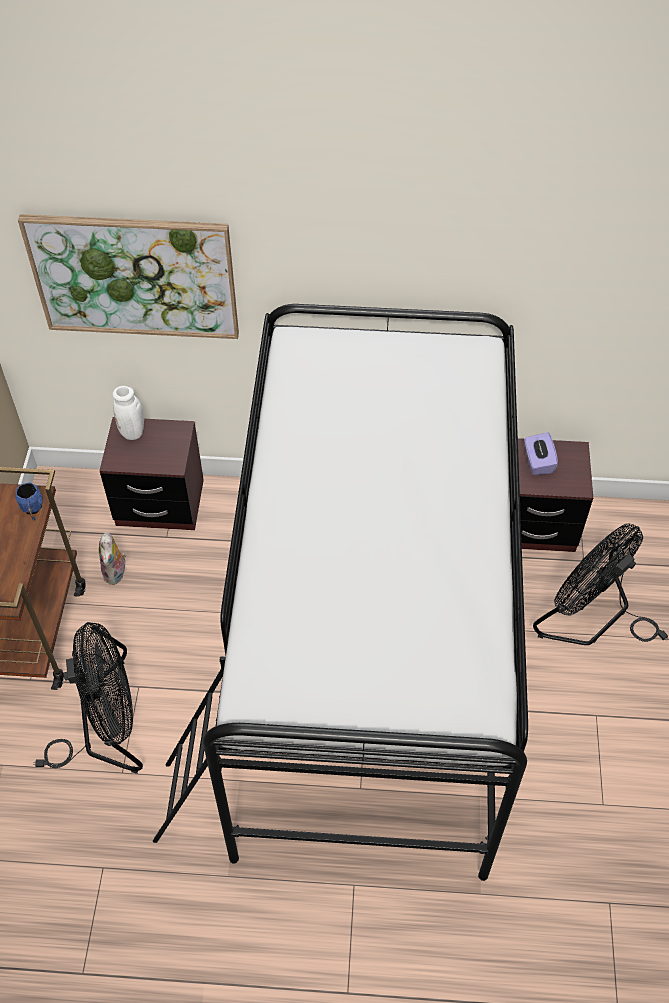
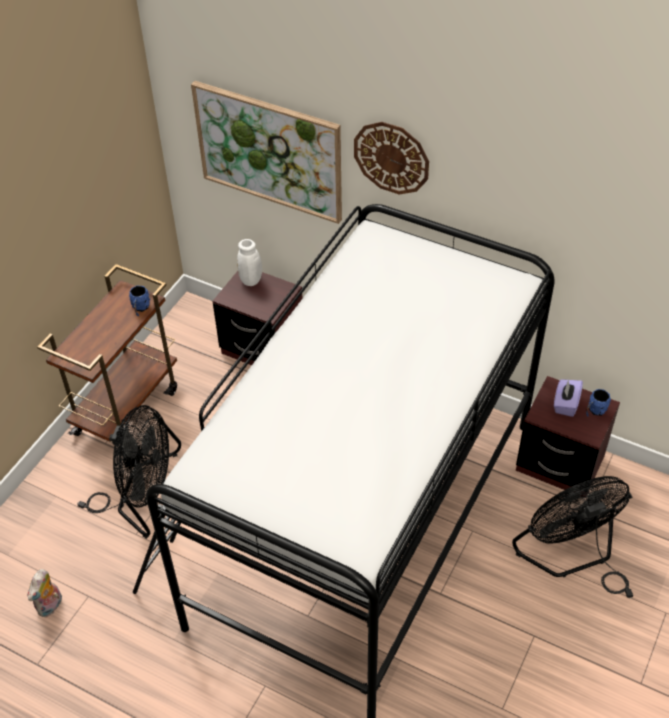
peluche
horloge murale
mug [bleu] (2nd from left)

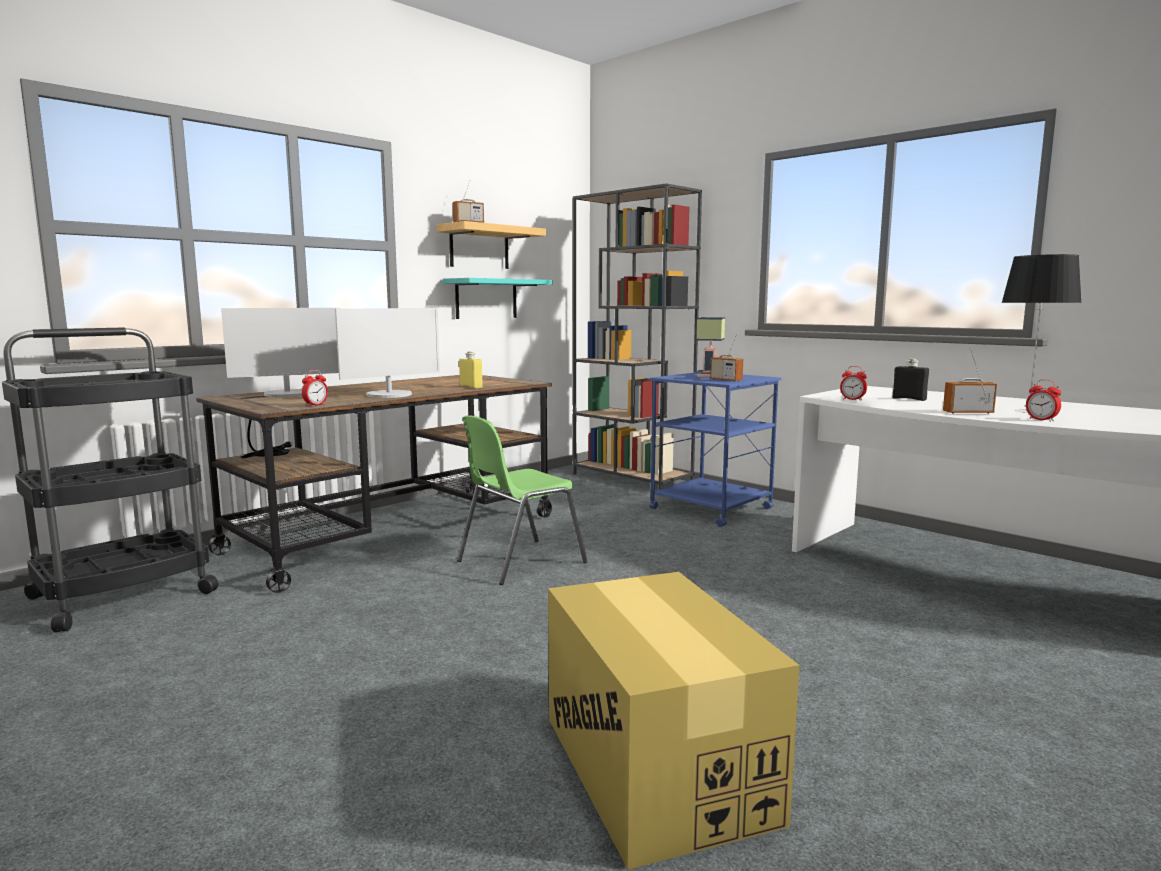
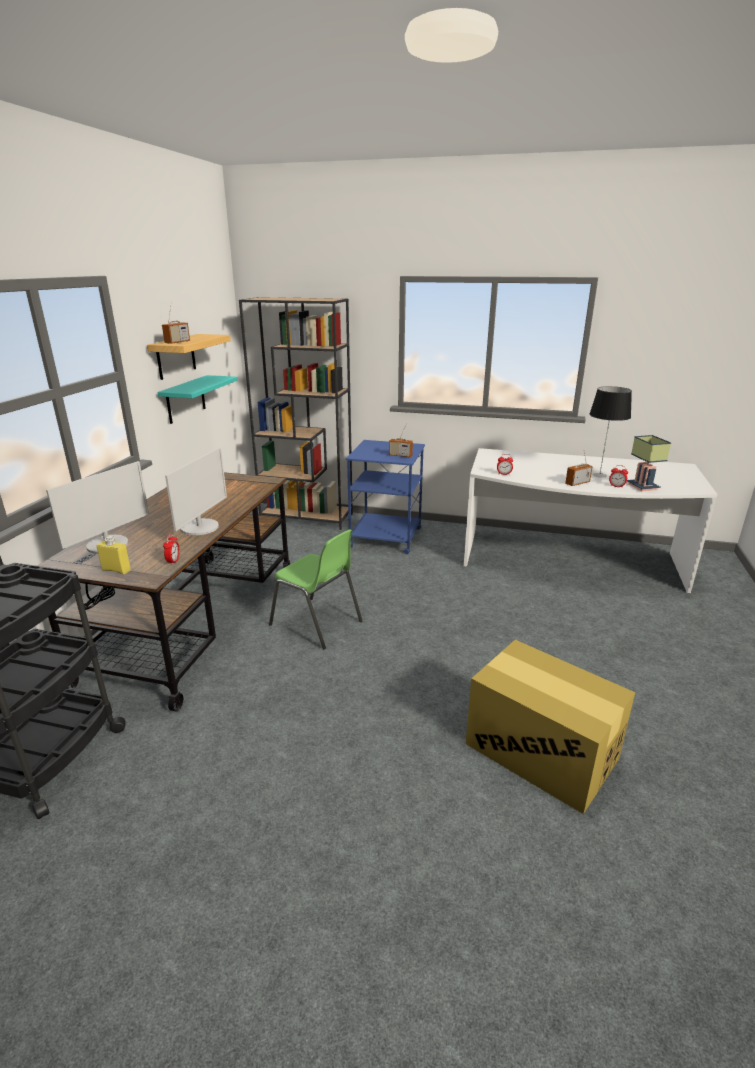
bouteille [jaune]
chaise [vert]
lampe de table (2nd from left)
bouteille [noir]

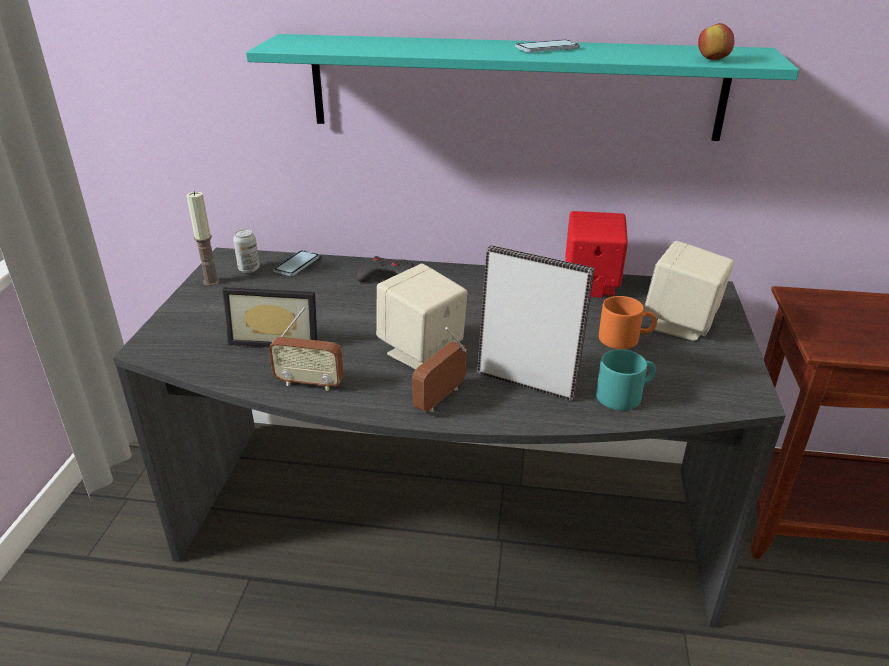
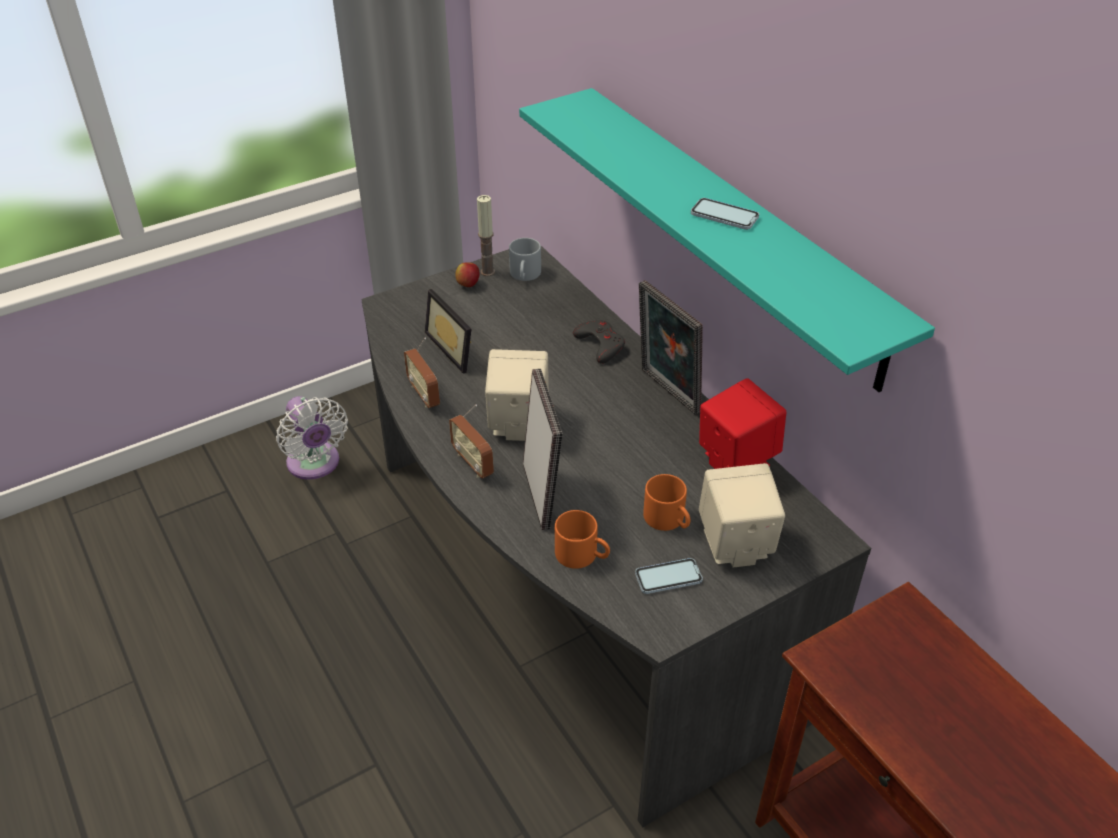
ventilateur [blanc]
radio (2nd from left)
pomme
mug [gris]
mug [orange] (1st from left)
téléphone (1st from left)
cadre photo (3rd from left)

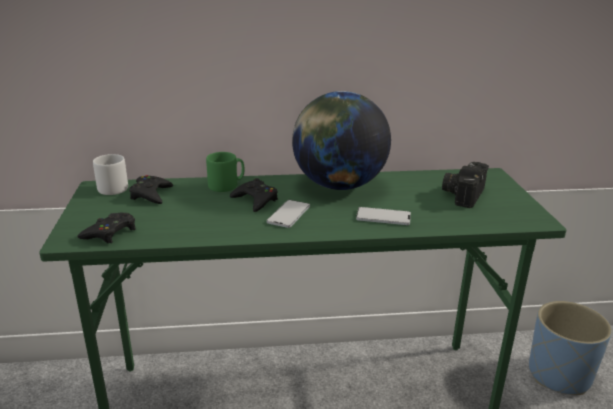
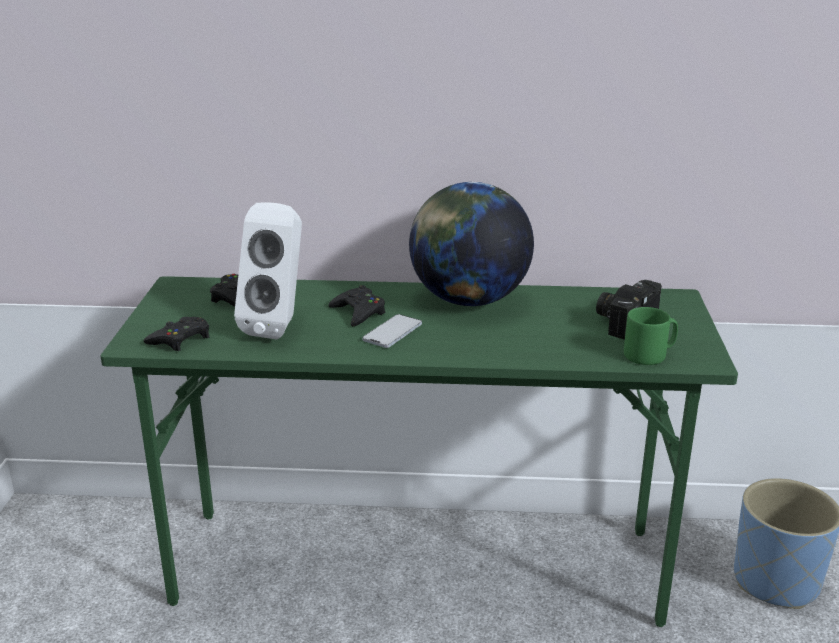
enceinte [blanc]
mug [vert]
mug [gris]
téléphone (2nd from left in the first image)

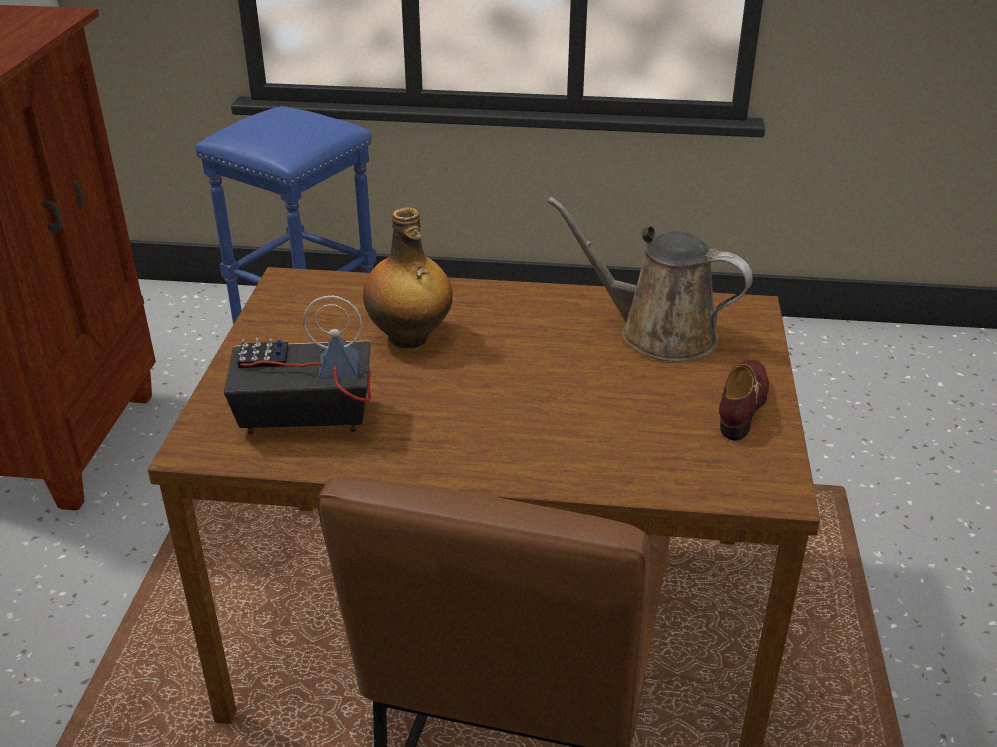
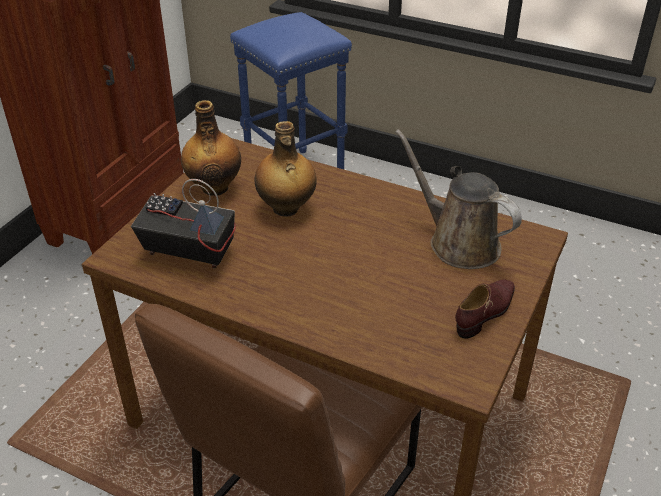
bouteille (1st from left)

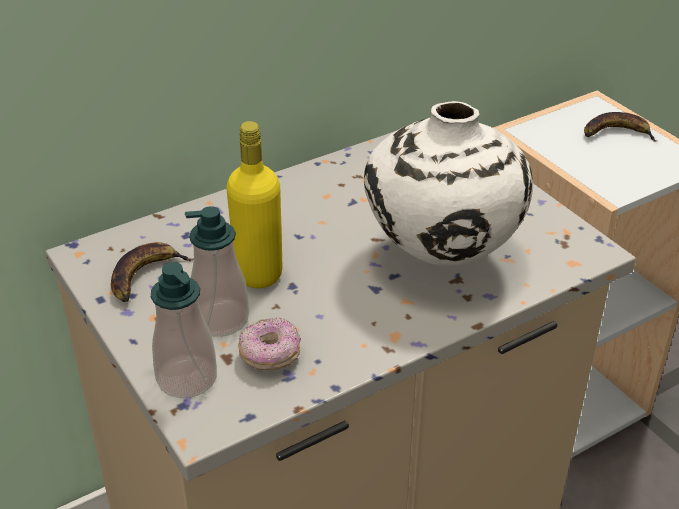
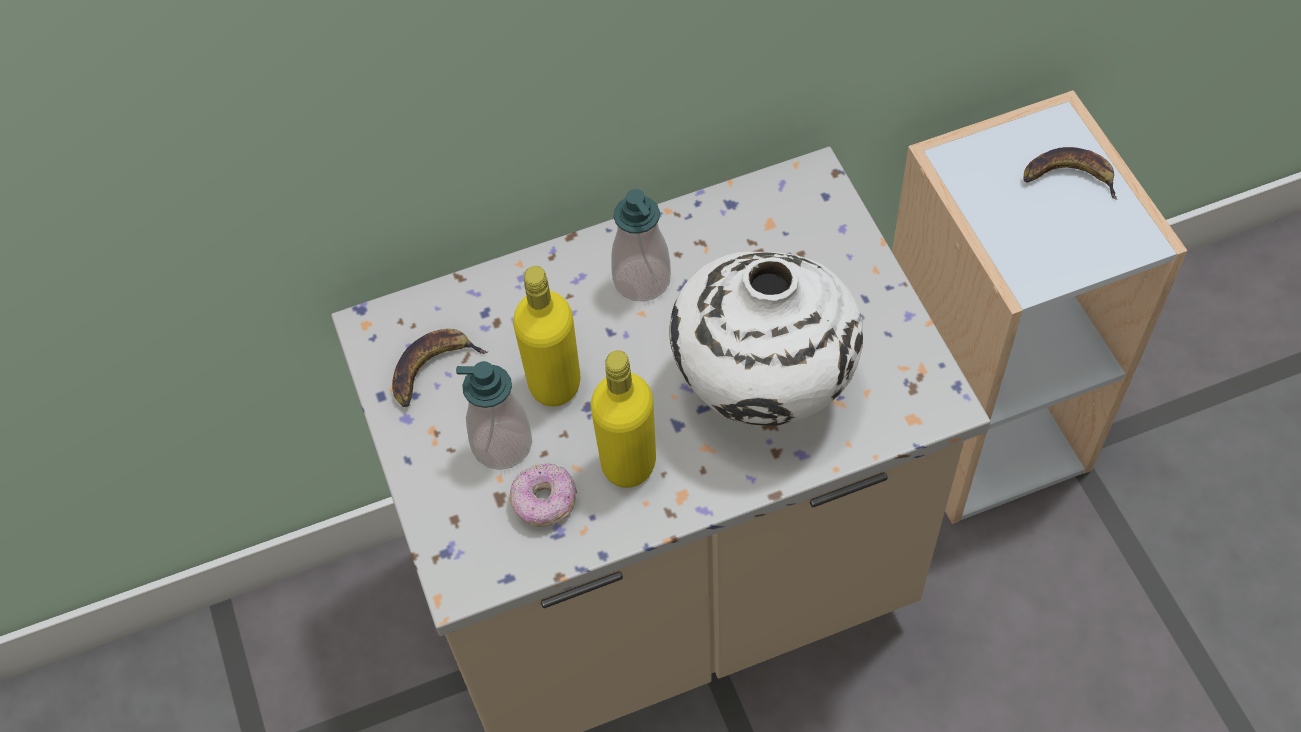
bouteille [jaune] (2nd from left)
distributeur de savon (2nd from left)

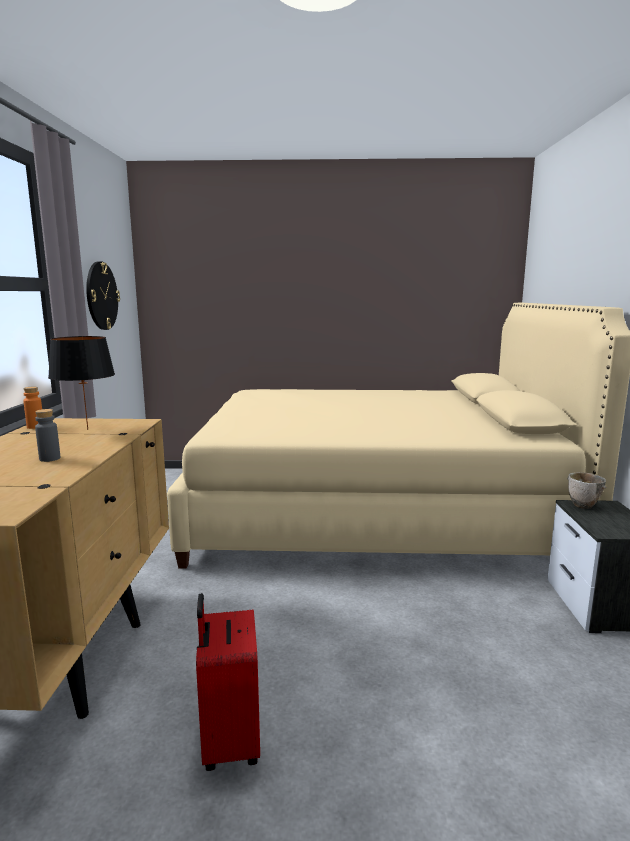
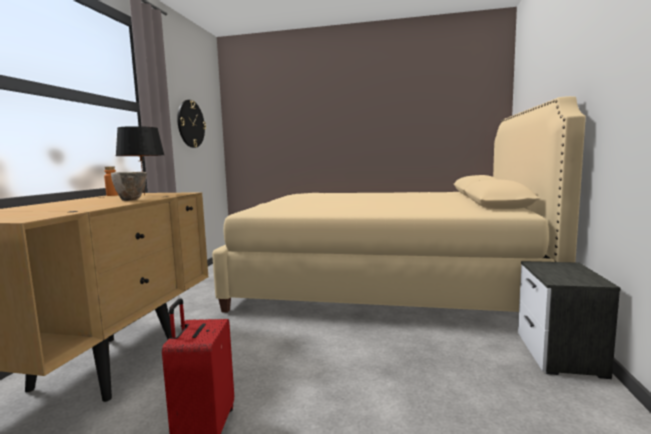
bol
bouteille [gris]

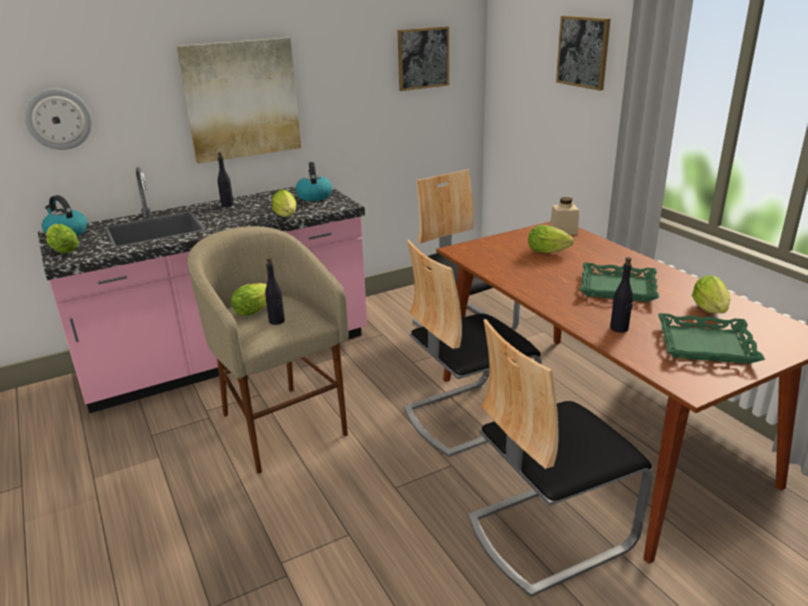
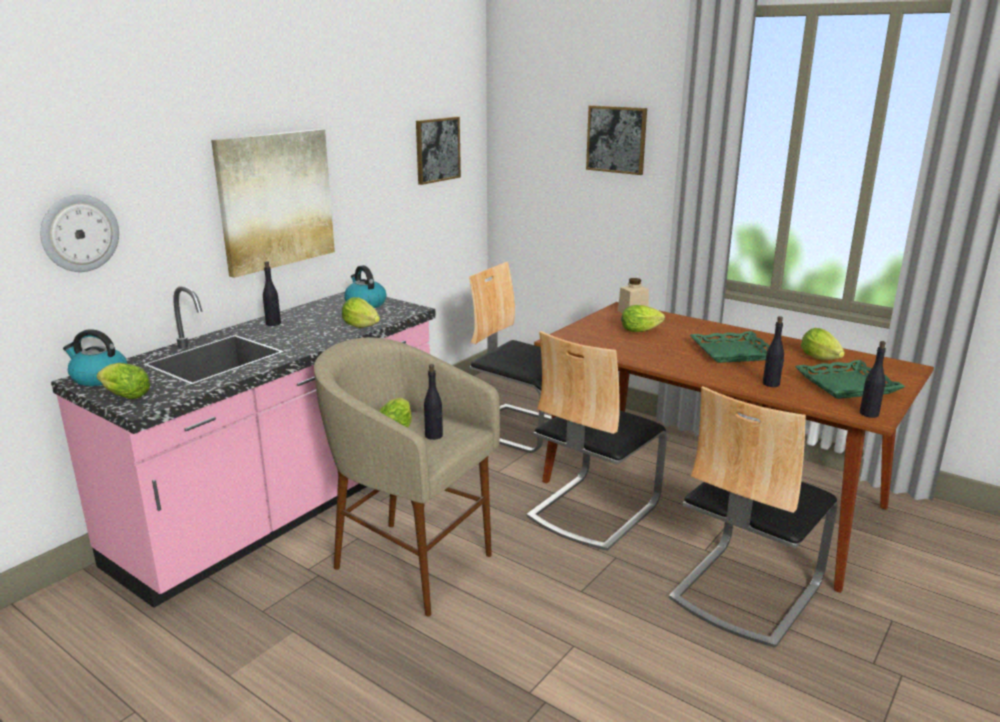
bouteille [noir] (4th from left)

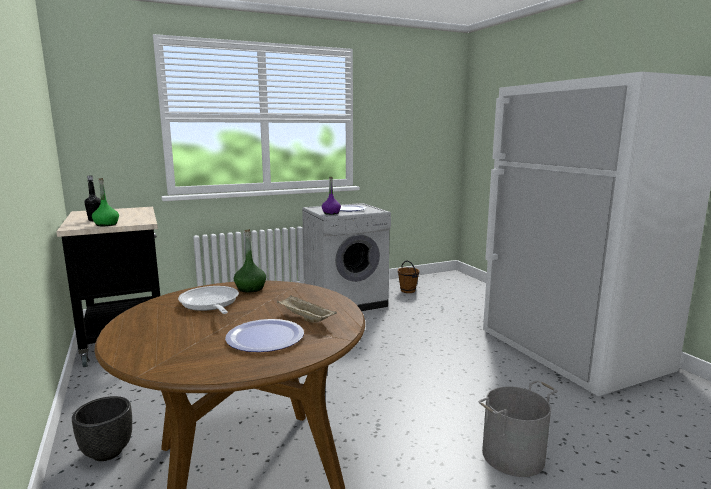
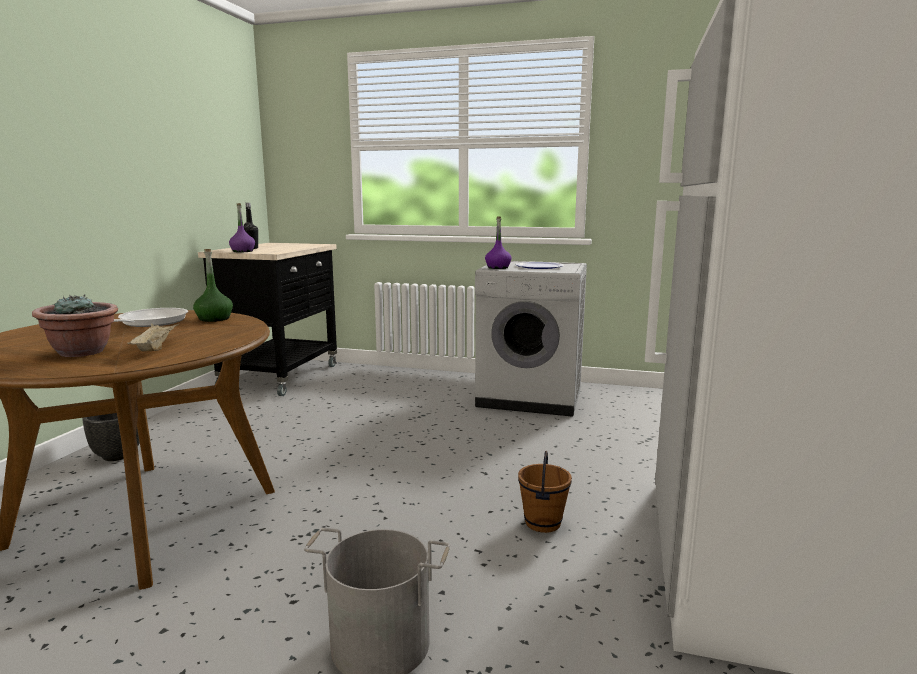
plante en pot
bouteille [violet] (1st from left)
seau [marron]

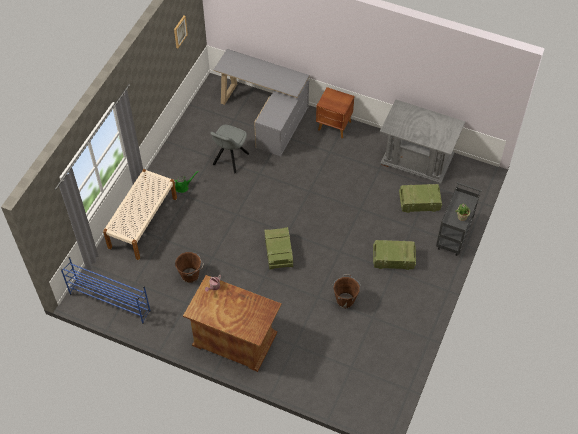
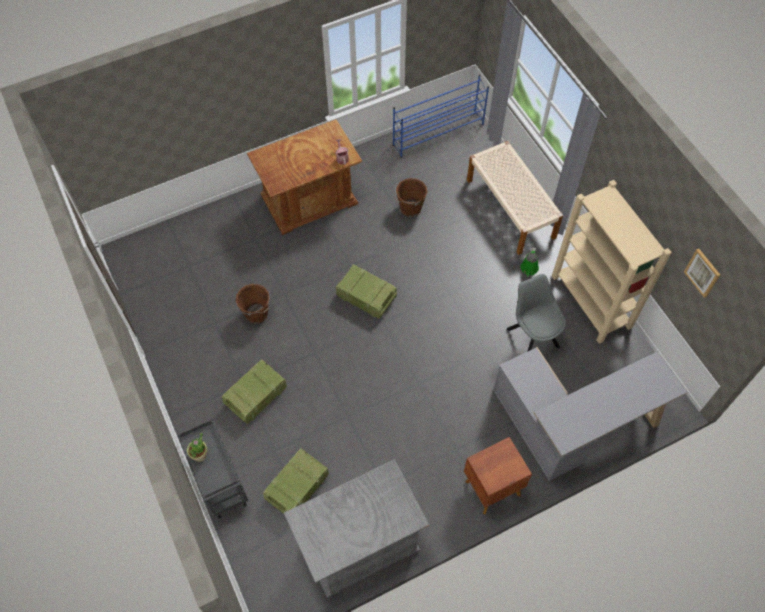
bibliothèque [beige]

